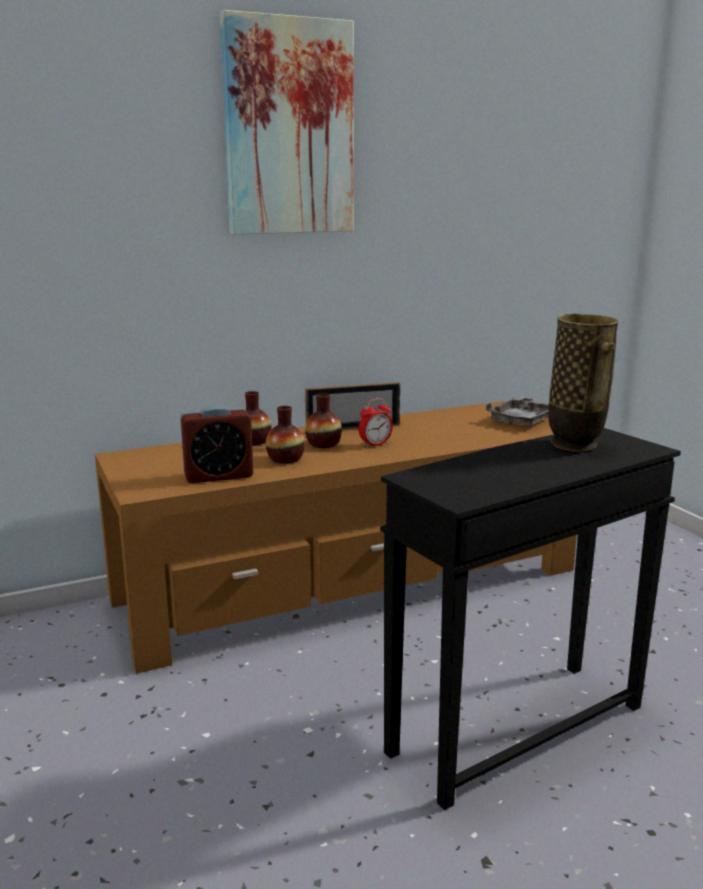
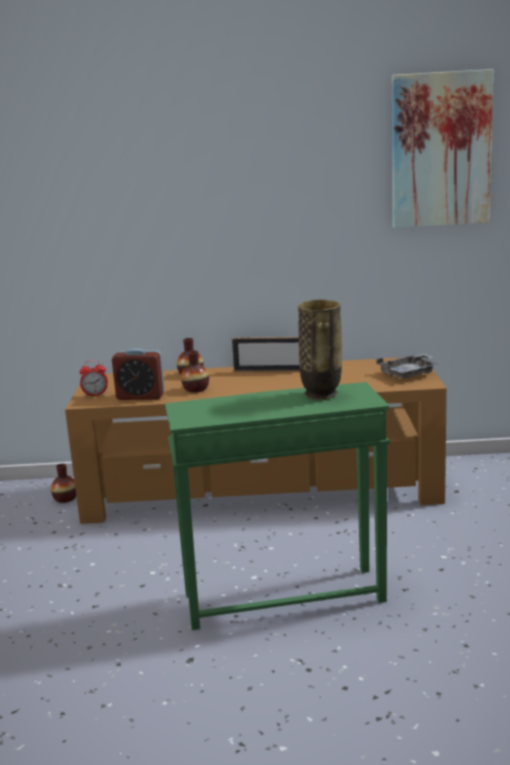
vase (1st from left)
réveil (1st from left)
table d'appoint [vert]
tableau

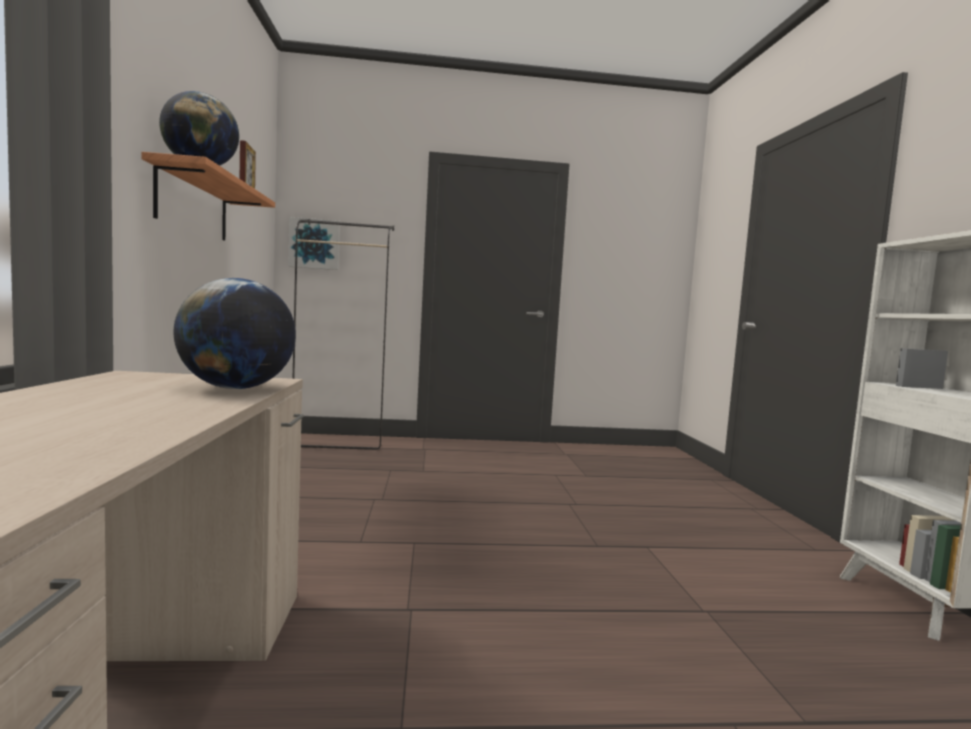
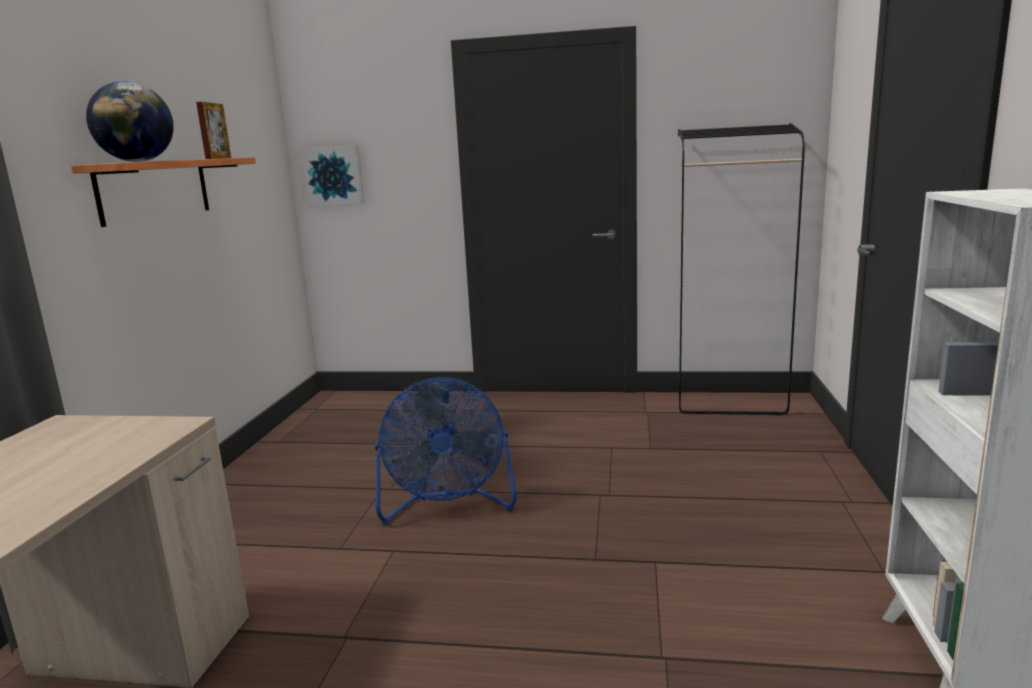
ventilateur [bleu]
portant [noir]
globe (2nd from left in the first image)

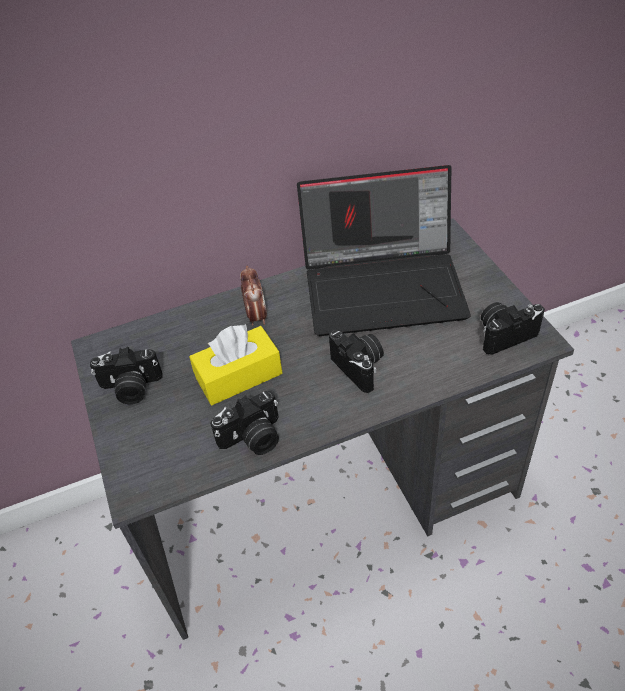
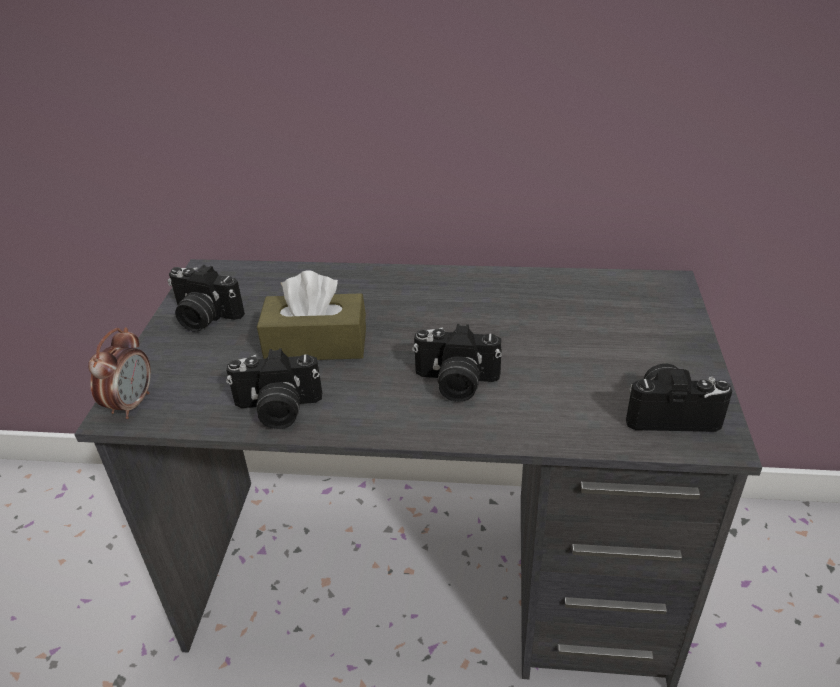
réveil
boîte à mouchoirs [marron]
appareil photo (3rd from left)
ordinateur portable

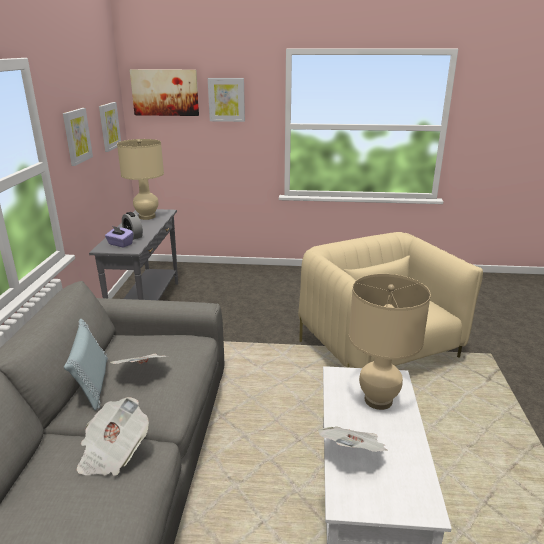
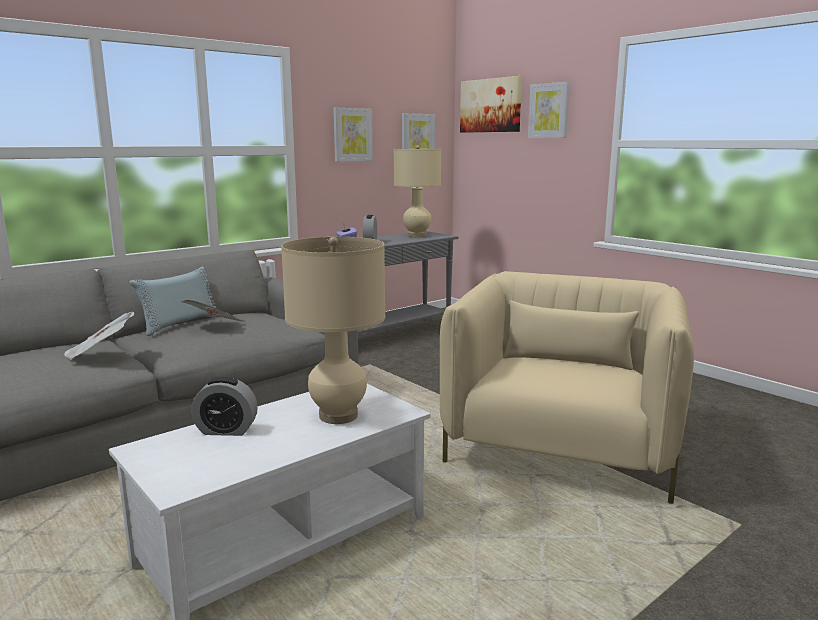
réveil (1st from left)

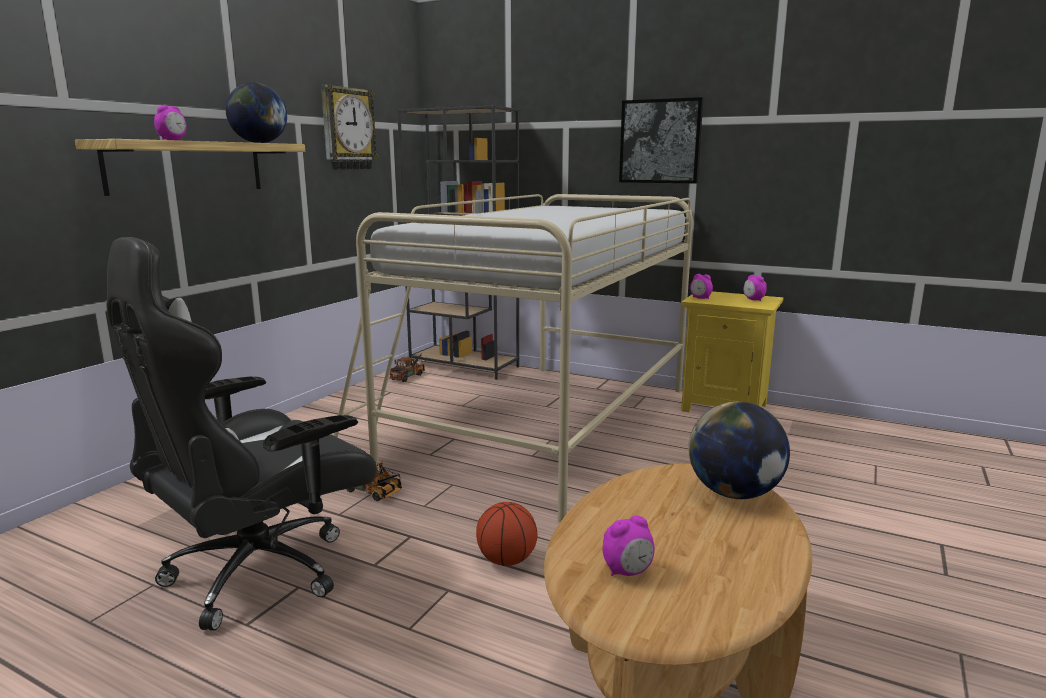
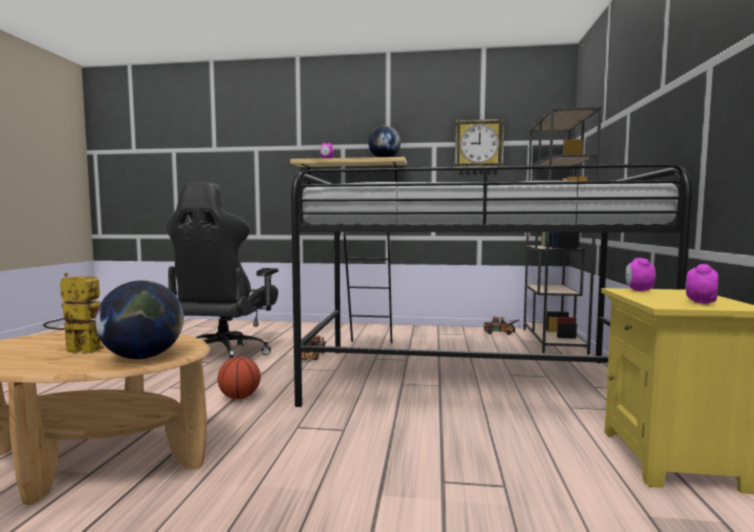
robot jouet
chaise de bureau [noir]
lit [noir]
réveil (2nd from left in the first image)
tableau

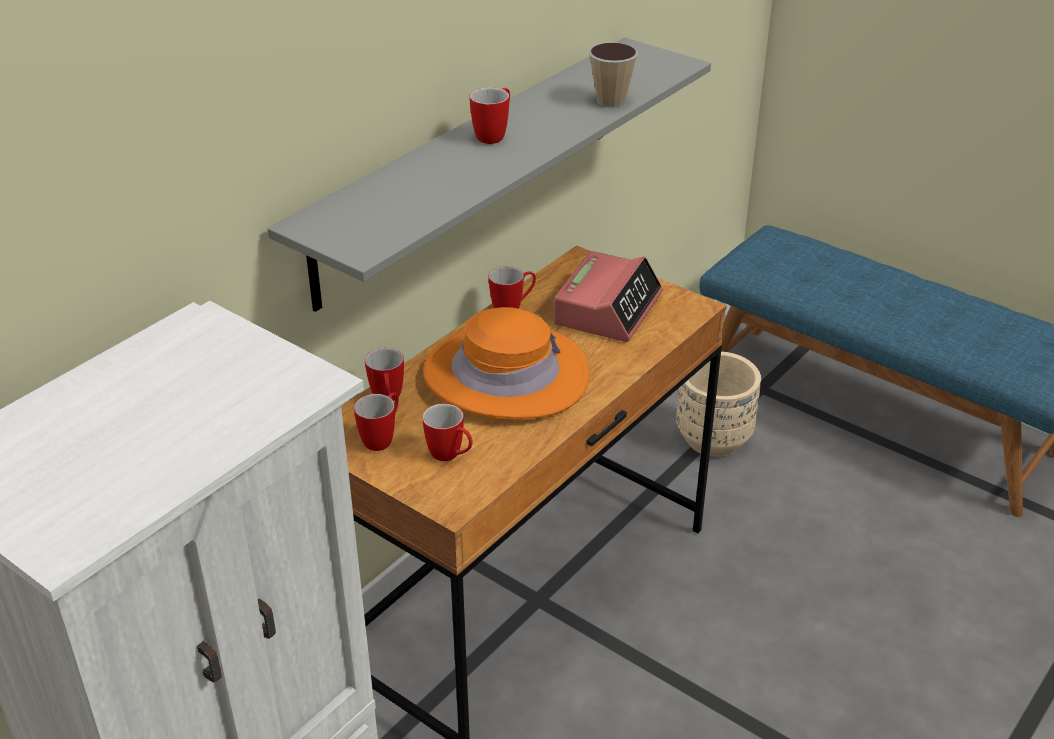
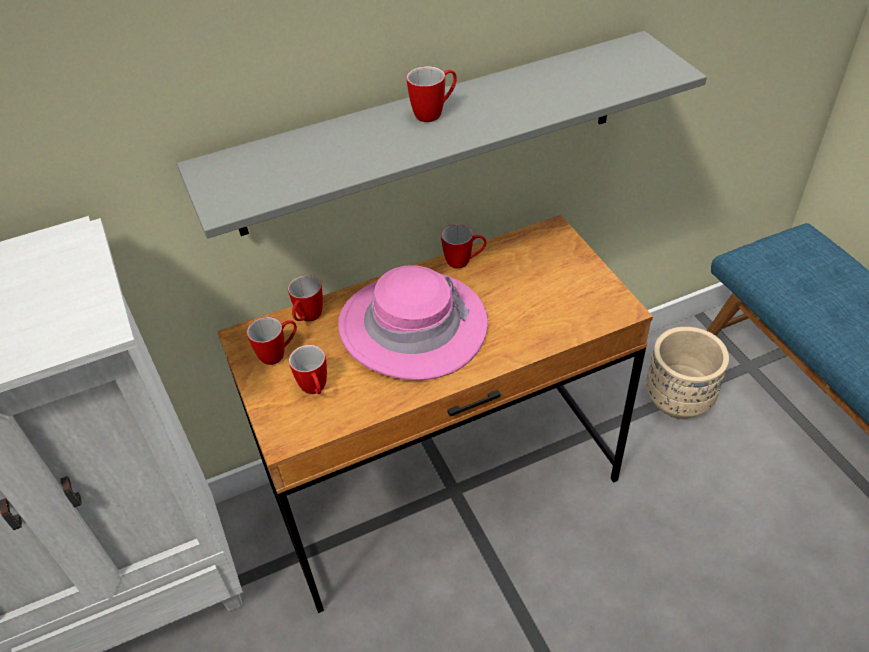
chapeau [rose]
réveil
tasse

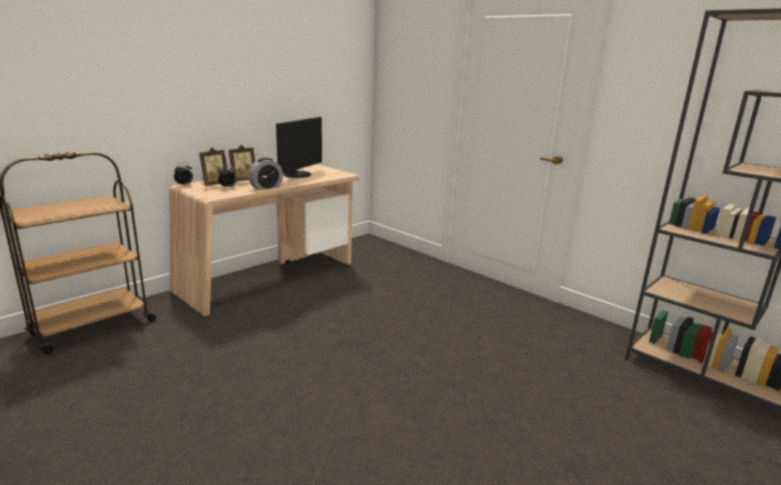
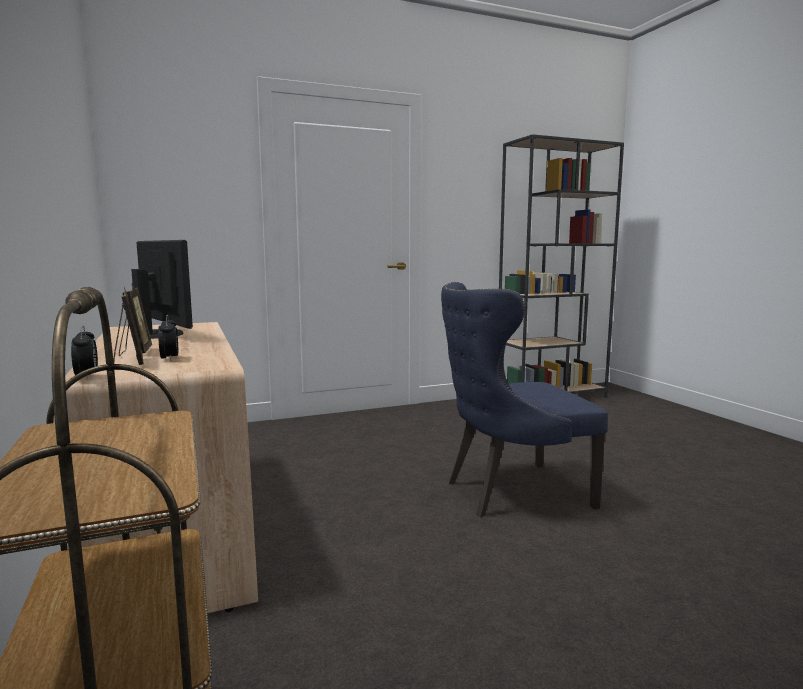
chaise [bleu]
réveil (3rd from left in the first image)

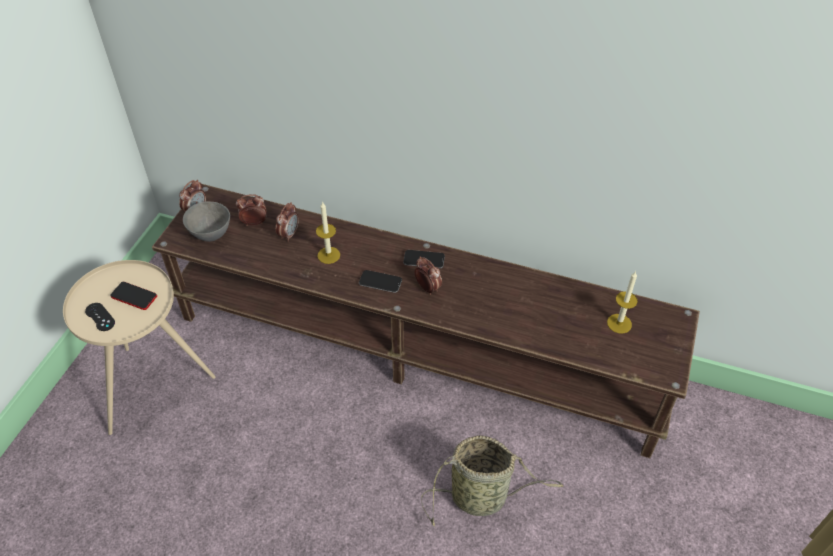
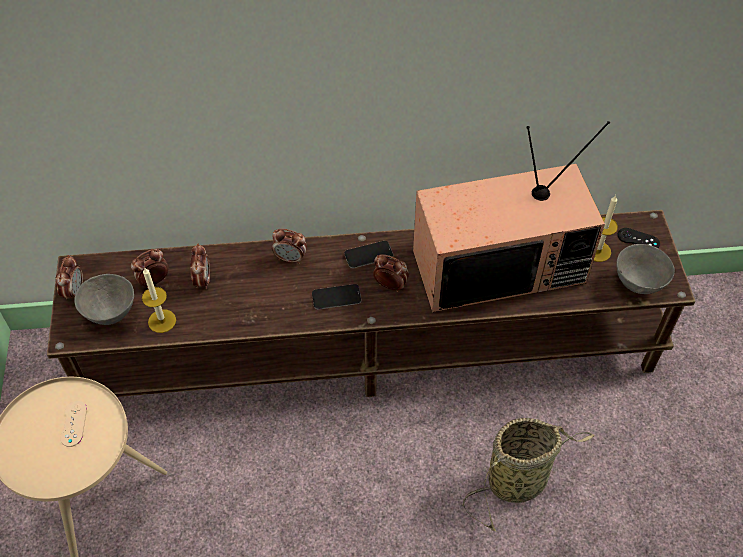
manette [beige]
bougie (1st from left)
réveil (4th from left)
téléviseur
bol [gris] (2nd from left)
manette [noir]

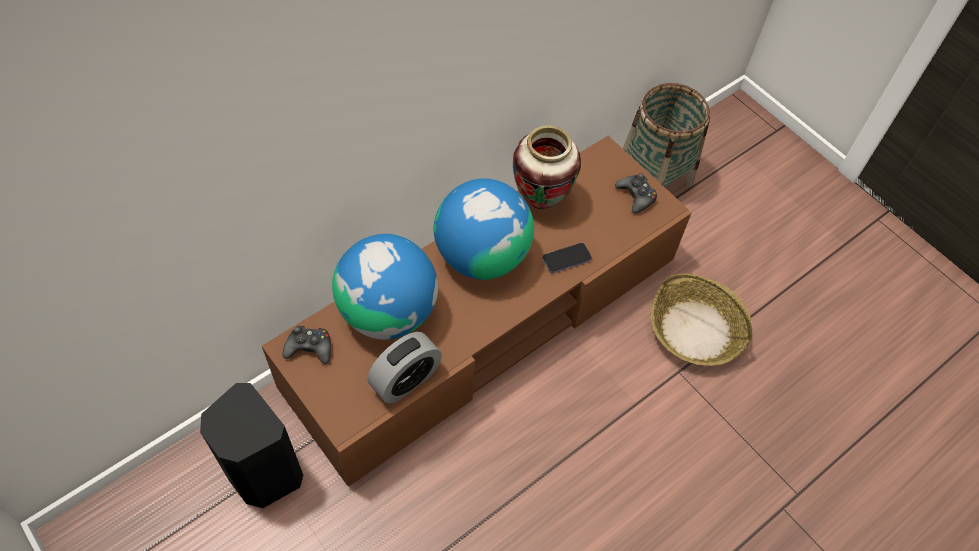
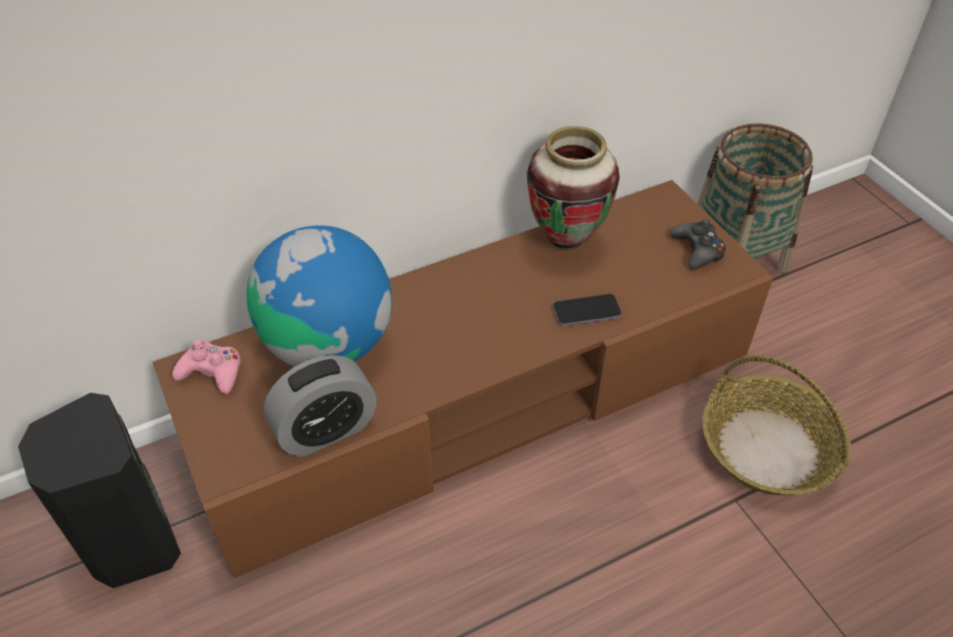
manette [rose]
globe (2nd from left in the first image)

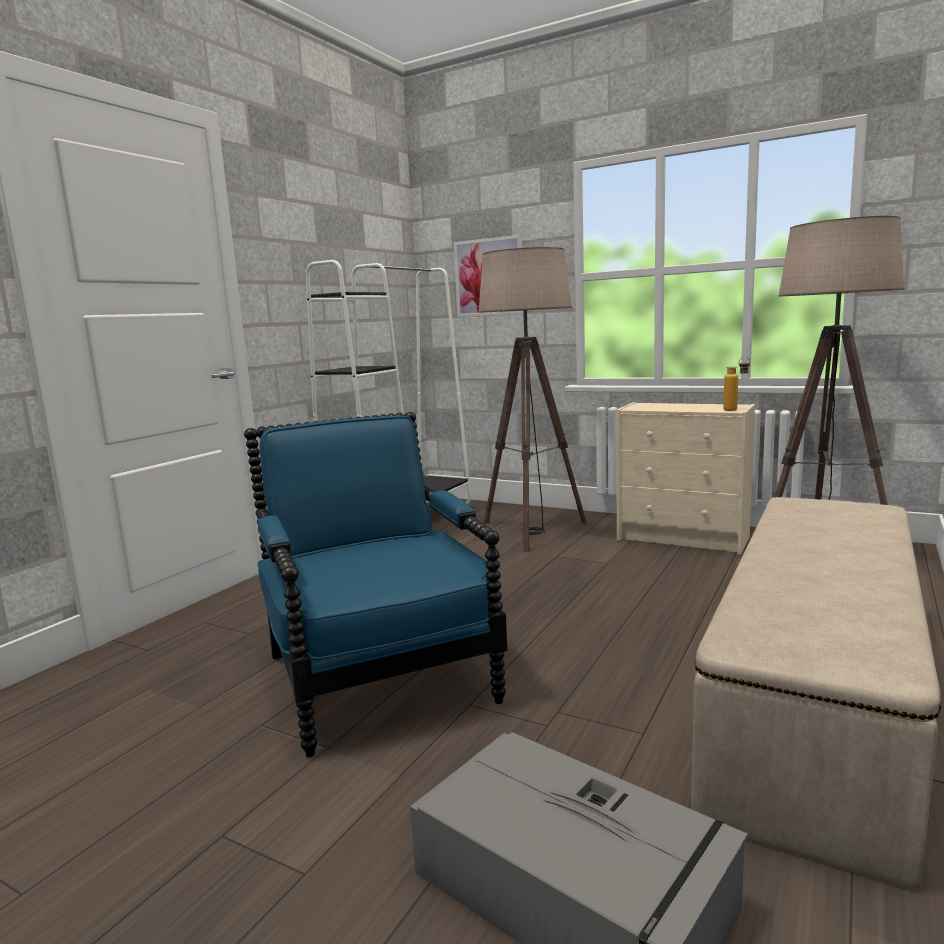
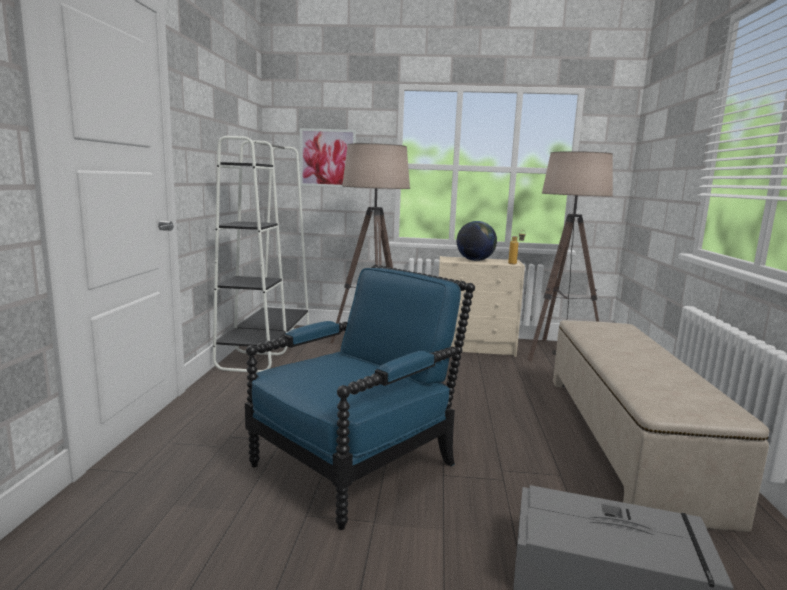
fauteuil [bleu]
globe

